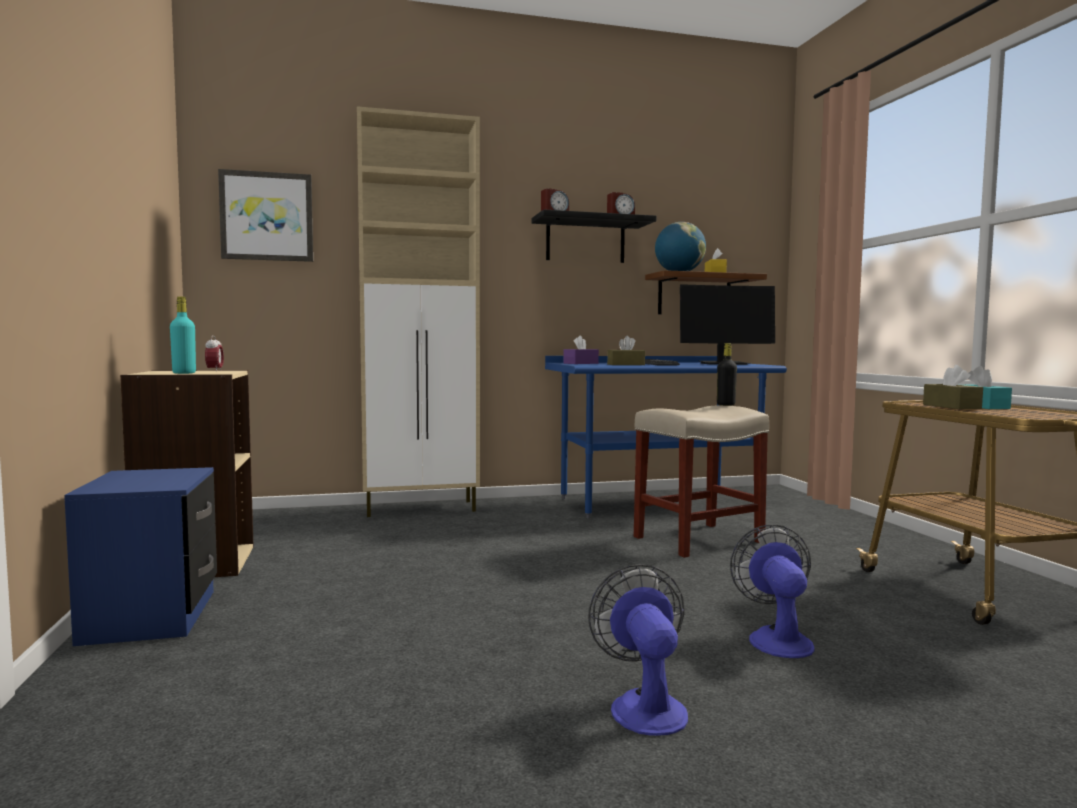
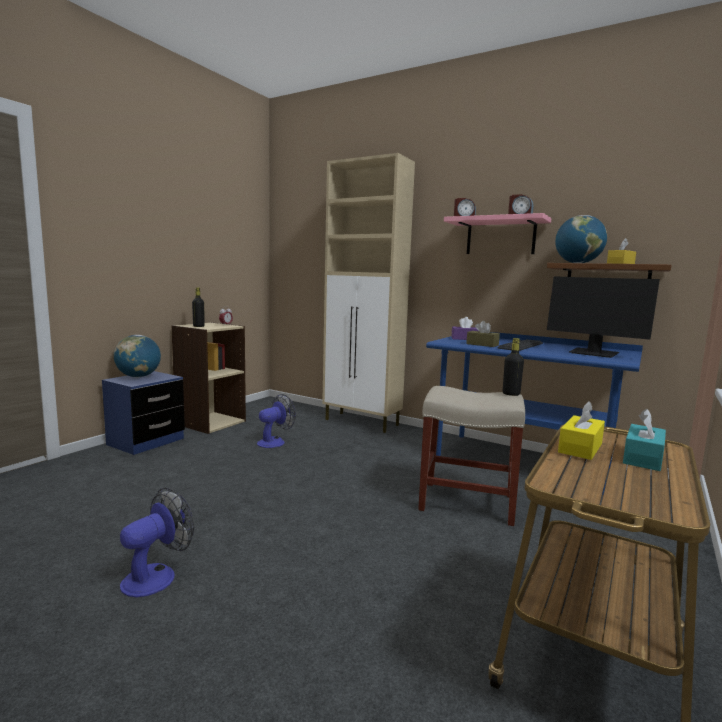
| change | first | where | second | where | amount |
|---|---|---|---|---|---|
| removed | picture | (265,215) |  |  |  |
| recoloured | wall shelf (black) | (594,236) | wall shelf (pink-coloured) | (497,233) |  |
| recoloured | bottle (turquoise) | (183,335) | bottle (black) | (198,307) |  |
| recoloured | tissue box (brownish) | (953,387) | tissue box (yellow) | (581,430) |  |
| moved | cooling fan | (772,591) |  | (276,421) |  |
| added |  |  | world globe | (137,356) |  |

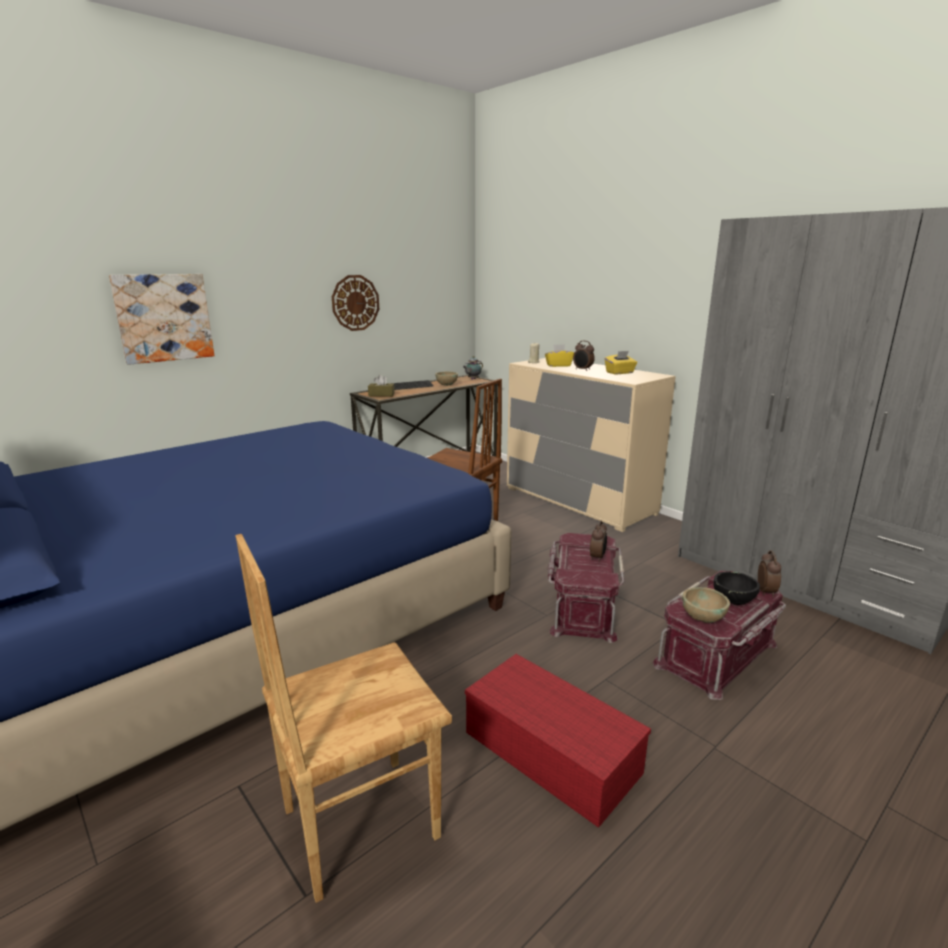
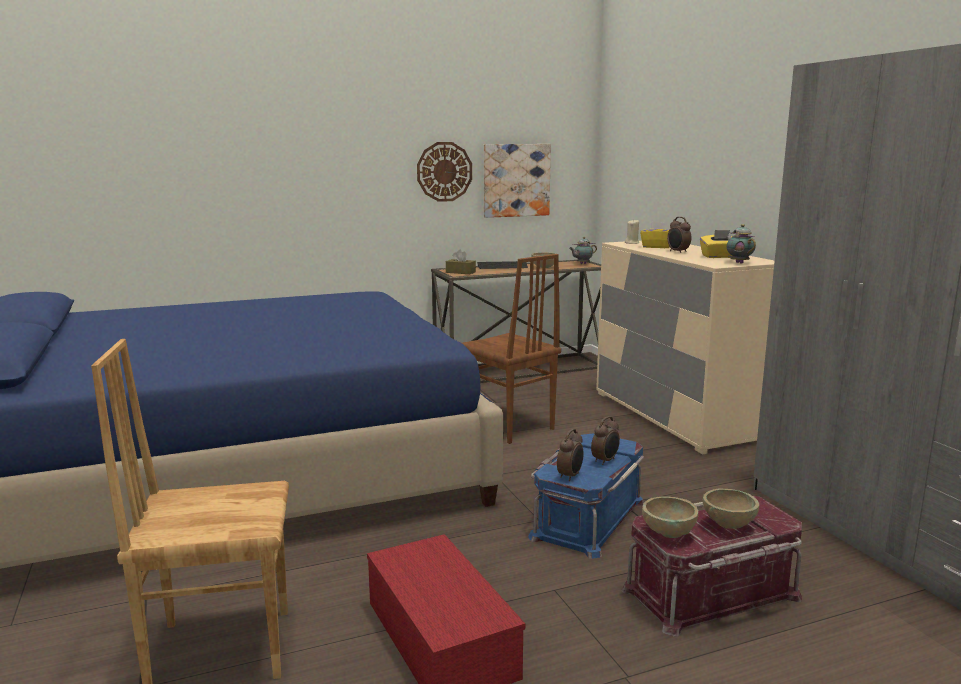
| change | first | where | second | where | amount |
|---|---|---|---|---|---|
| moved | picture | (161,319) |  | (517,181) |  |
| recoloured | storage box (reddish) | (585,588) | storage box (blue-coloured) | (586,496) |  |
| moved | alarm clock | (769,574) |  | (570,455) |  |
| recoloured | deep dish (black) | (737,588) | deep dish (beige) | (731,508) |  |
| added |  |  | teapot | (741,244) |  |

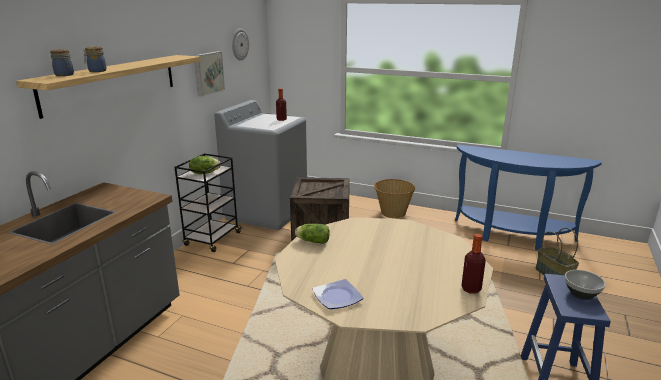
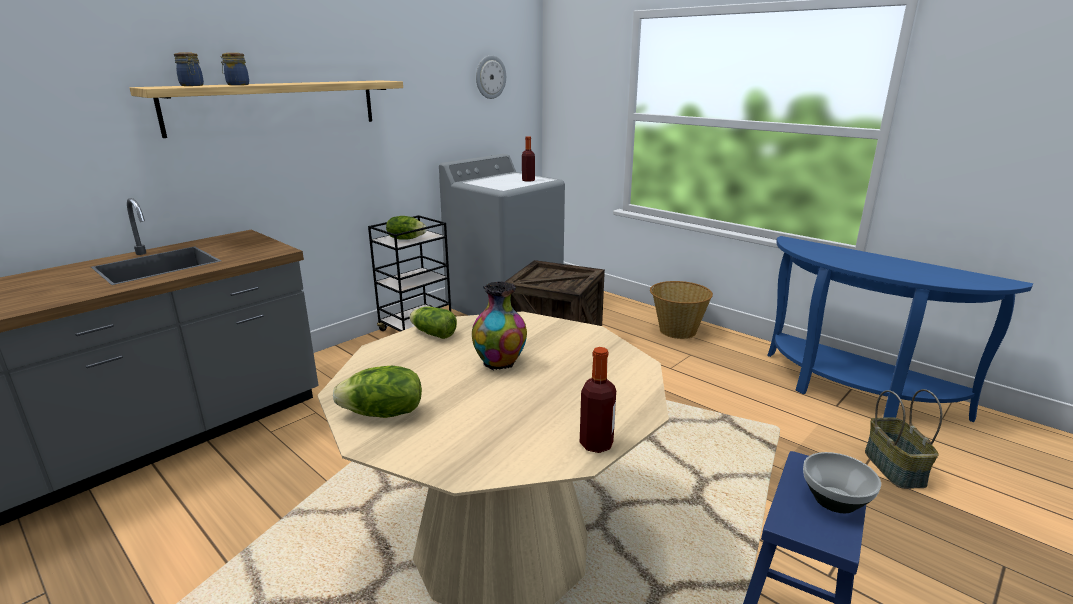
| change | first | where | second | where | amount |
|---|---|---|---|---|---|
| removed | picture | (209,74) |  |  |  |
| replaced | flat dish | (338,294) | lettuce | (377,392) |  |
| added |  |  | decorative vase | (499,325) |  |

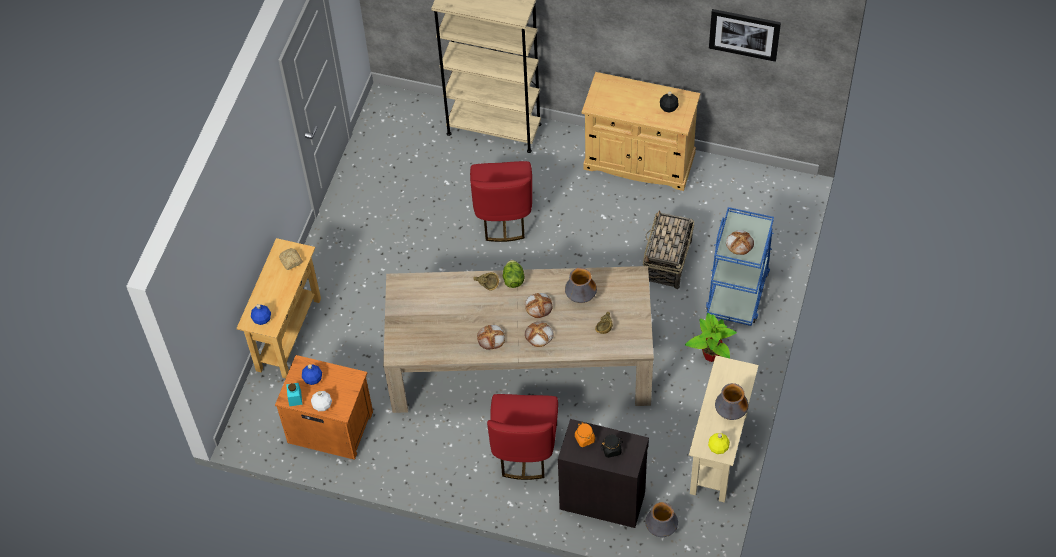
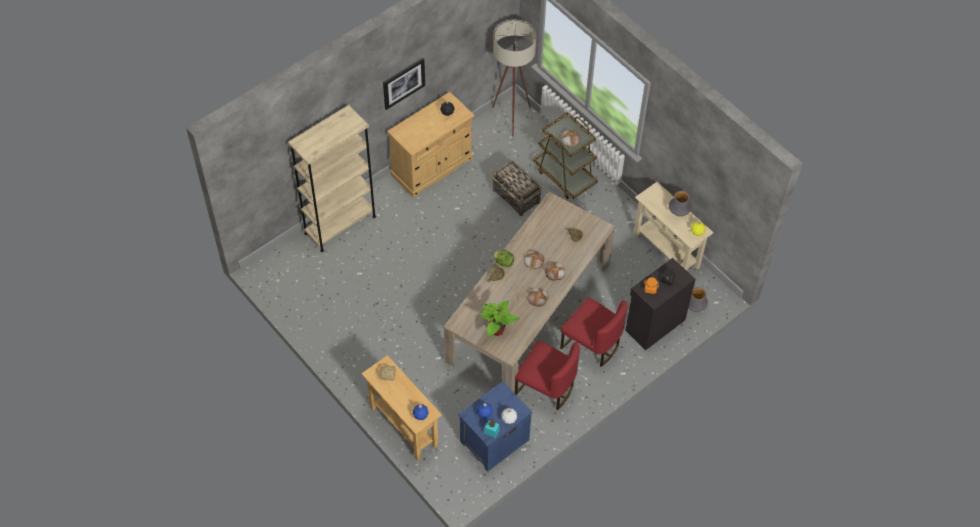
| change | first | where | second | where | amount |
|---|---|---|---|---|---|
| moved | picture | (745,35) |  | (404,84) |  |
| moved | upright chair (reddish) | (501,201) |  | (547,375) |  |
| recoloured | trolley (blue-coloured) | (740,266) | trolley (brownish) | (566,155) |  |
| removed | decorative vase | (581,285) |  |  |  |
| moved | potted plant | (711,337) |  | (499,319) |  |
| recoloured | nightstand (orange) | (324,407) | nightstand (blue-coloured) | (495,426) |  |
| added |  |  | floor lamp (beige) | (514,78) |  |

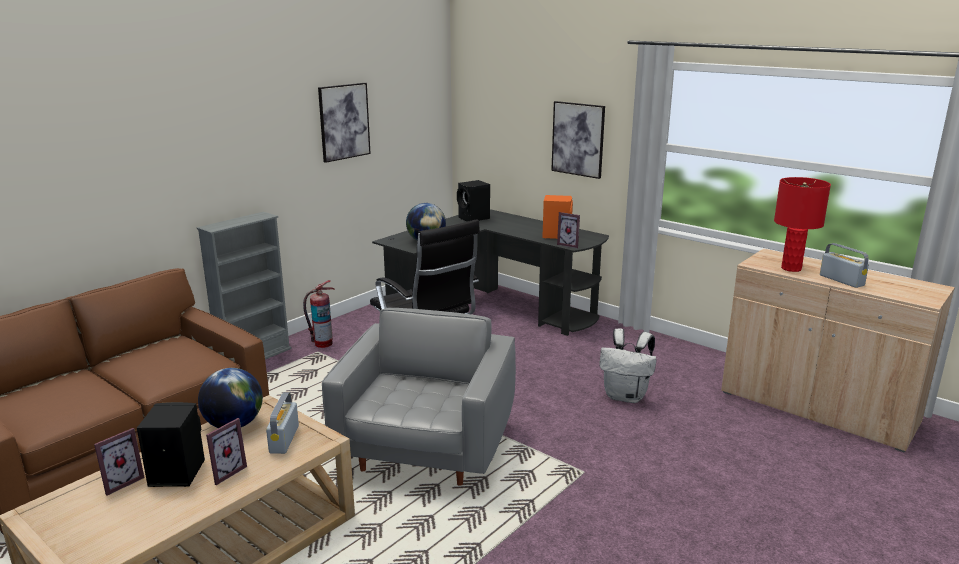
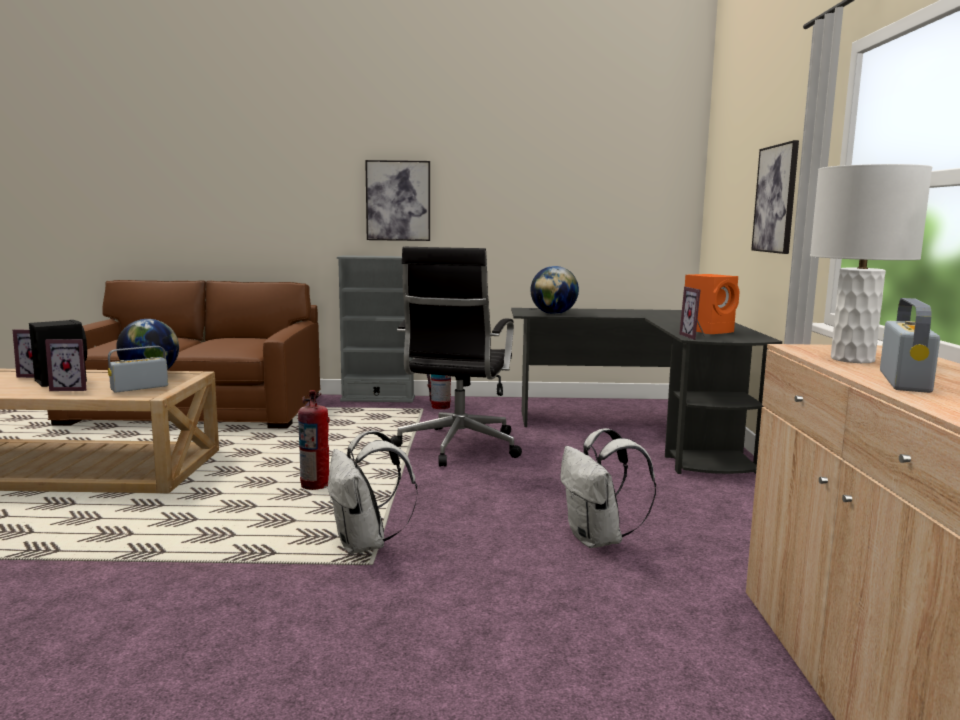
| change | first | where | second | where | amount |
|---|---|---|---|---|---|
| moved | picture | (344,123) |  | (397,200) |  |
| recoloured | tabletop lamp (reddish) | (802,224) | tabletop lamp (white-coloured) | (871,263) |  |
| removed | audio speaker (black) | (473,201) |  |  |  |
| replaced | armchair (grey) | (419,396) | fire-fighting cylinder | (314,440) |  |
| added |  |  | knapsack (white-coloured) | (373,492) |  |

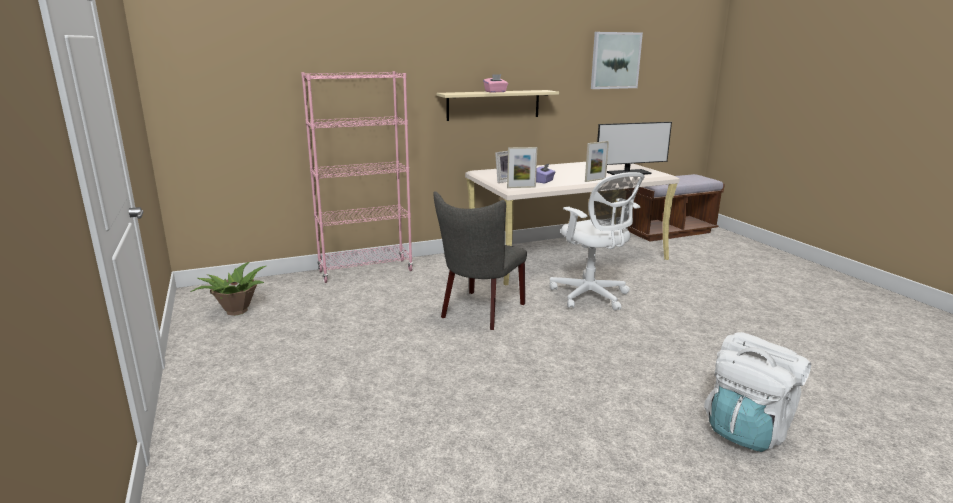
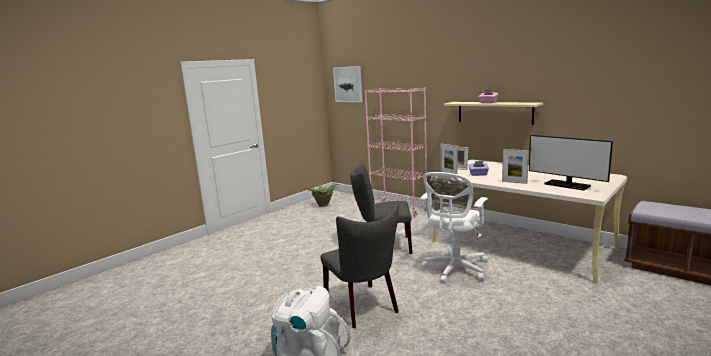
| change | first | where | second | where | amount |
|---|---|---|---|---|---|
| moved | picture | (617,60) |  | (347,84) |  |
| added |  |  | upright chair (grey) | (360,265) |  |

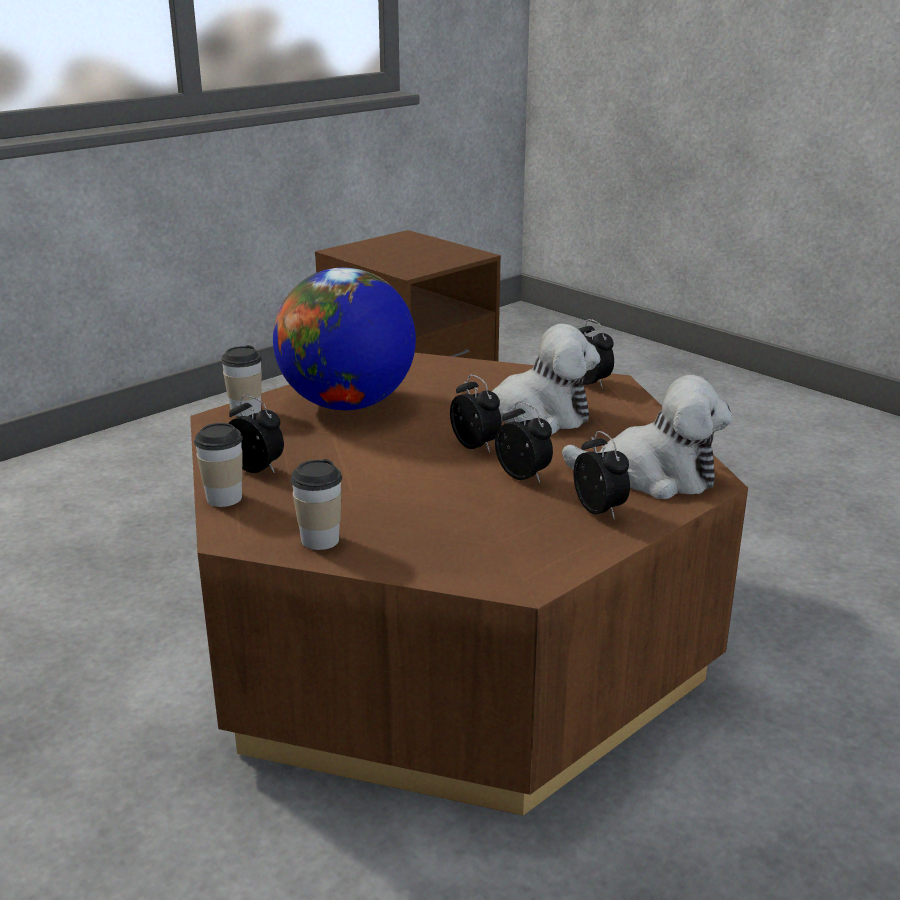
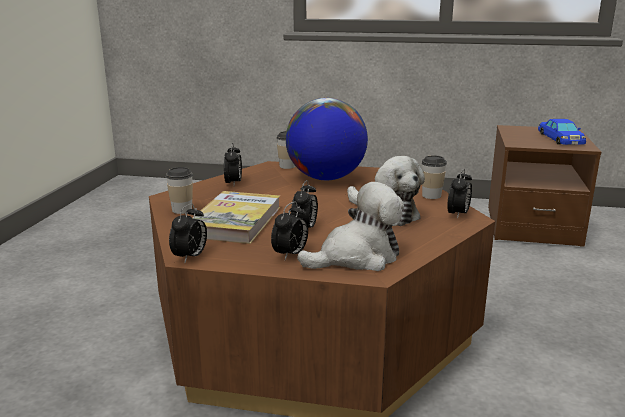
| change | first | where | second | where | amount |
|---|---|---|---|---|---|
| moved | alarm clock | (476,413) |  | (188,232) |  |
| turned | soft toy | (647,437) |  | (350,226) | 90 degrees counterclockwise |
| moved | cup | (218,465) |  | (434,177) |  |
| added |  |  | miniature car (blue-coloured) | (562,132) |  |
| added |  |  | bound book | (236,217) |  |

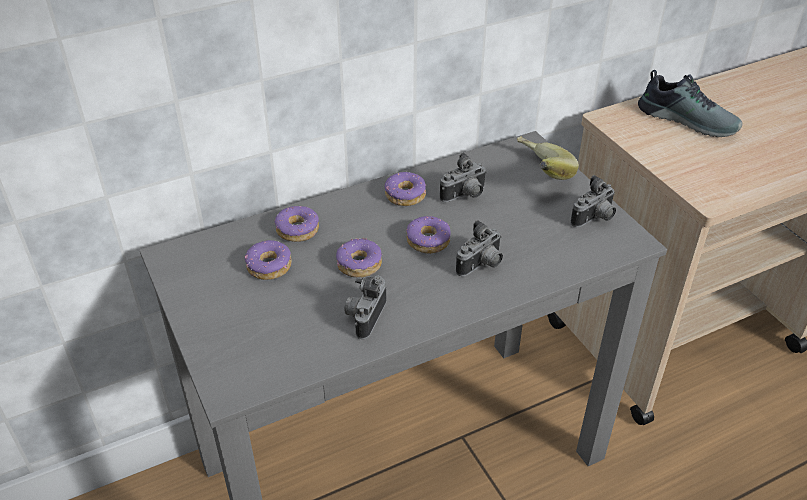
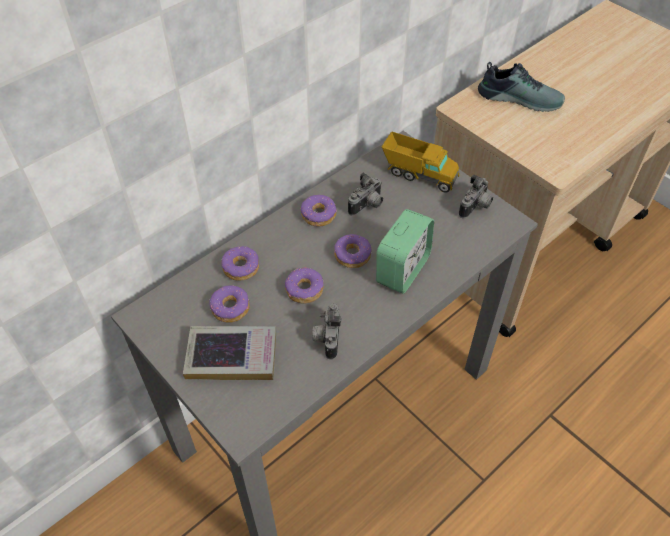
| change | first | where | second | where | amount |
|---|---|---|---|---|---|
| replaced | banana | (548,158) | model truck | (420,162) |  |
| replaced | still camera | (479,248) | alarm clock | (405,251) |  |
| added |  |  | bound book | (230,353) |  |

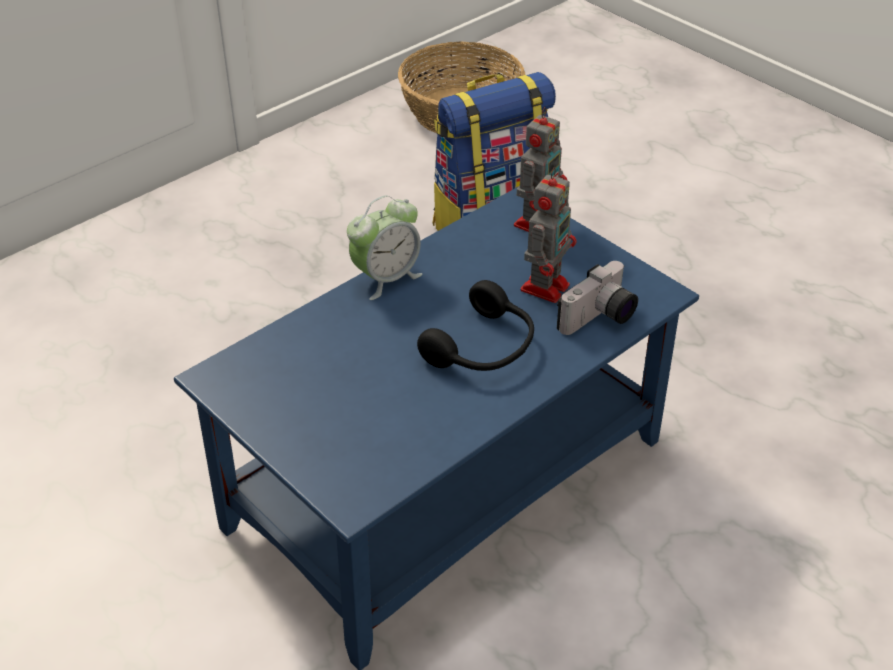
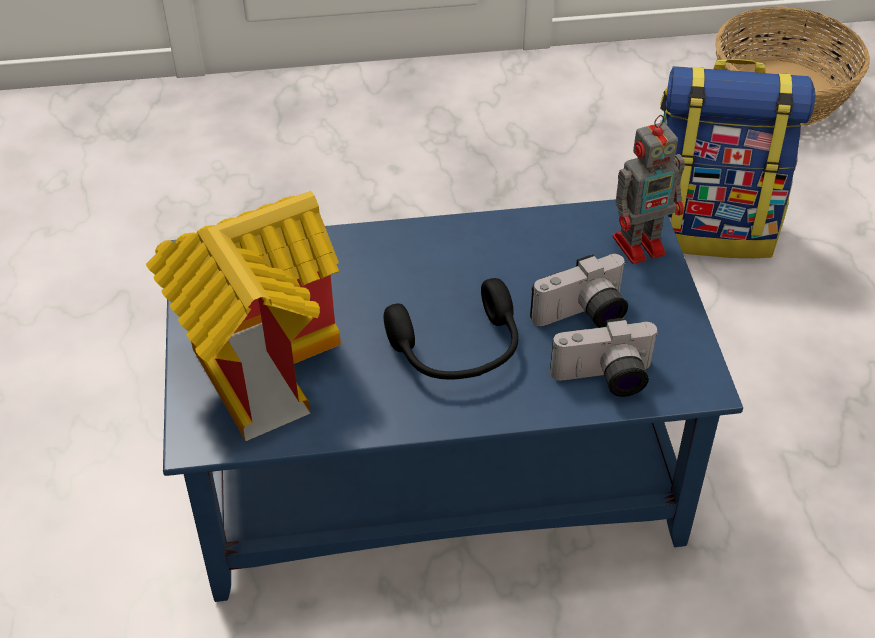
| change | first | where | second | where | amount |
|---|---|---|---|---|---|
| replaced | model robot | (549,235) | still camera | (579,291) |  |
| removed | alarm clock | (384,247) |  |  |  |
| added |  |  | toy house | (243,316) |  |

